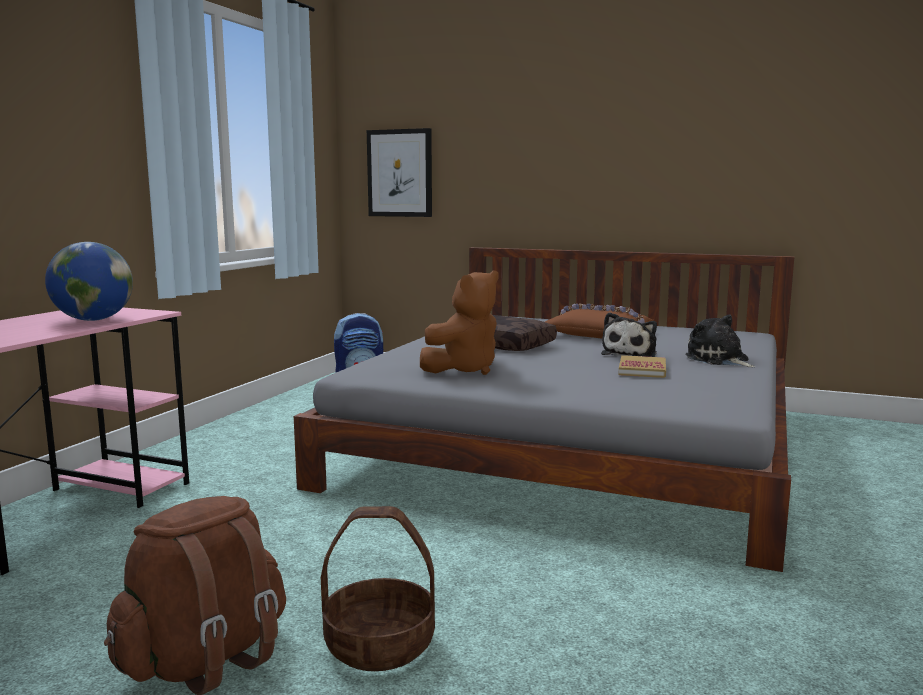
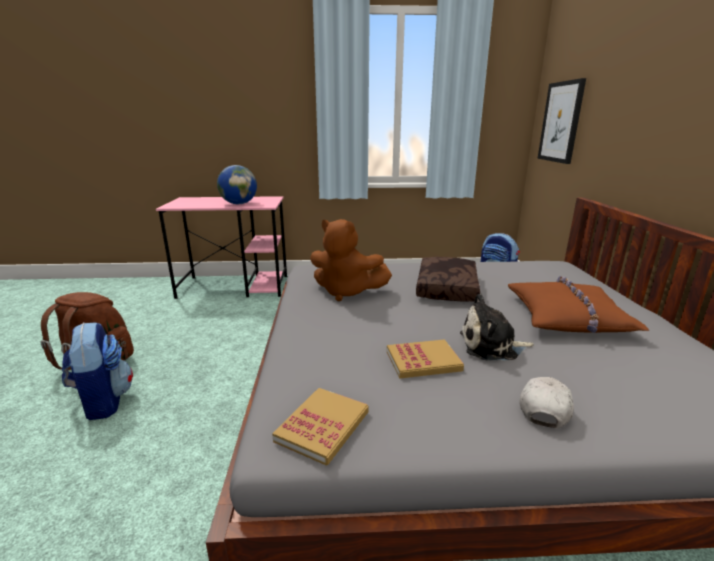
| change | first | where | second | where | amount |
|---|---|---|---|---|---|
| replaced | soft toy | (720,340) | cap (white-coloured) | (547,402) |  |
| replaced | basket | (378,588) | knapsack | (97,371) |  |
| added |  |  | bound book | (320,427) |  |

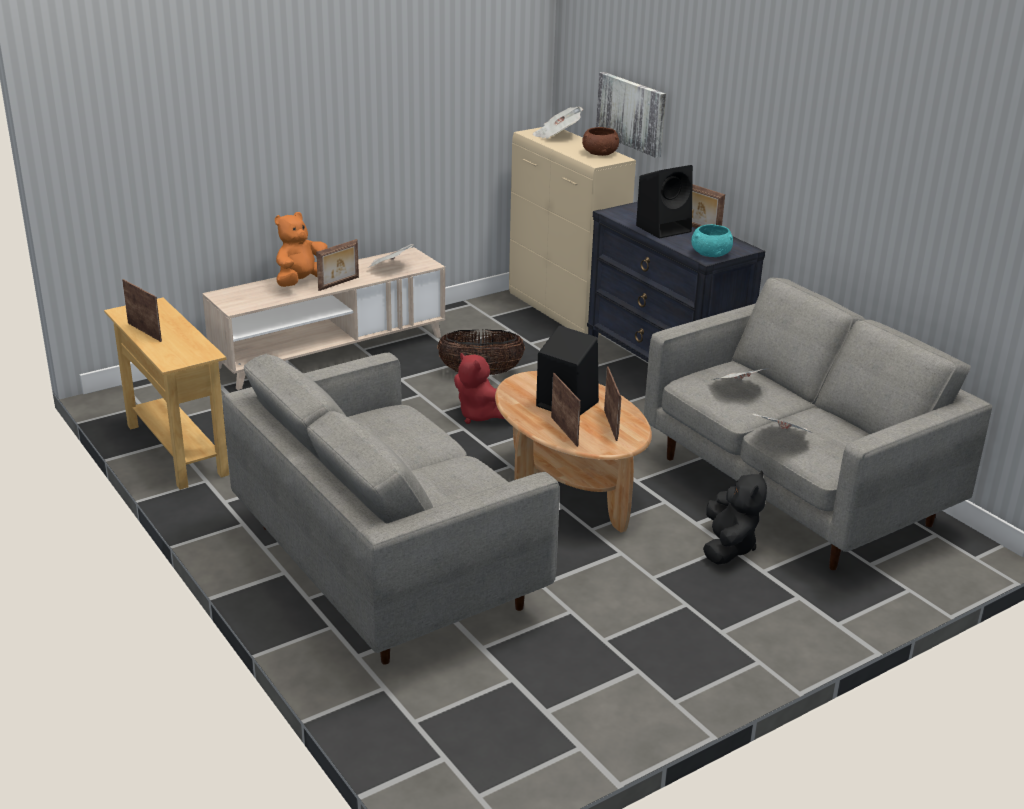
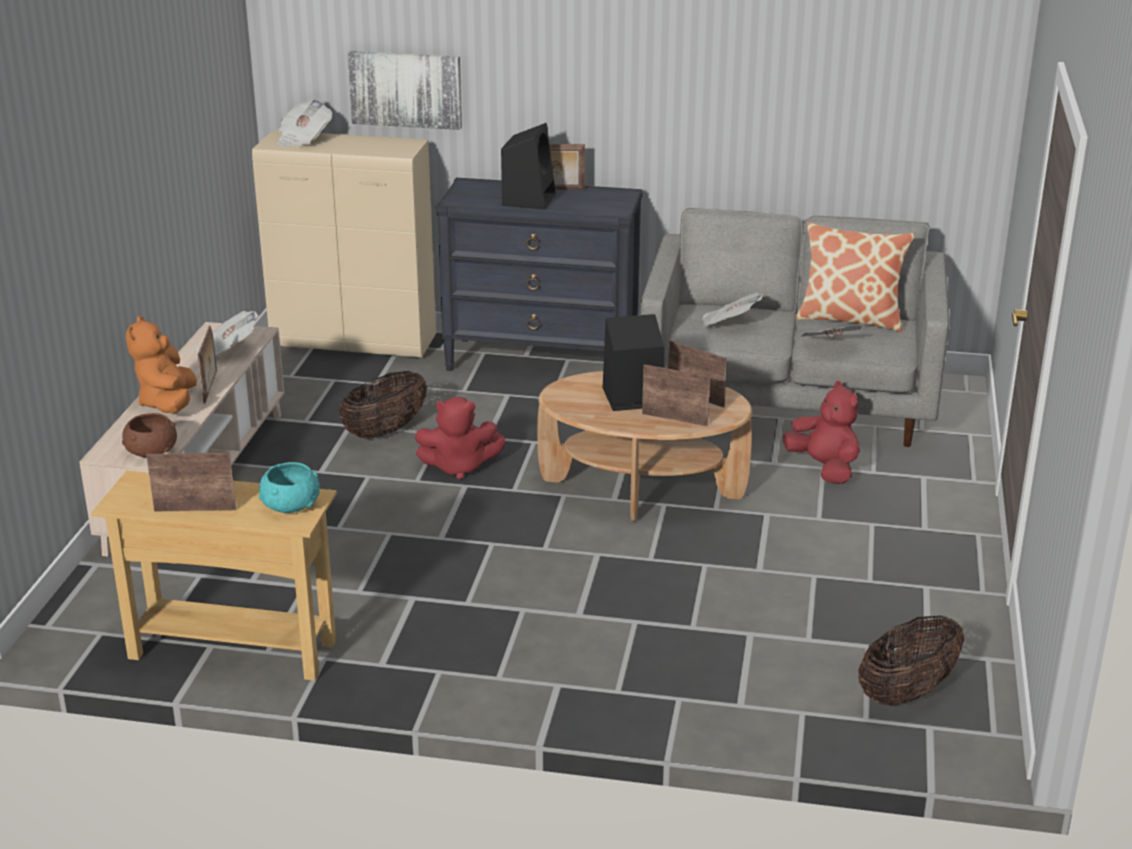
| change | first | where | second | where | amount |
|---|---|---|---|---|---|
| moved | deep dish (brownish) | (600,141) |  | (149,435) |  |
| moved | deep dish (turquoise) | (712,240) |  | (289,487) |  |
| removed | sofa (grey) | (391,508) |  |  |  |
| recoloured | soft toy (black) | (735,517) | soft toy (reddish) | (821,432) |  |
| added |  |  | cushion | (855,277) |  |
| added |  |  | basket | (911,660) |  |

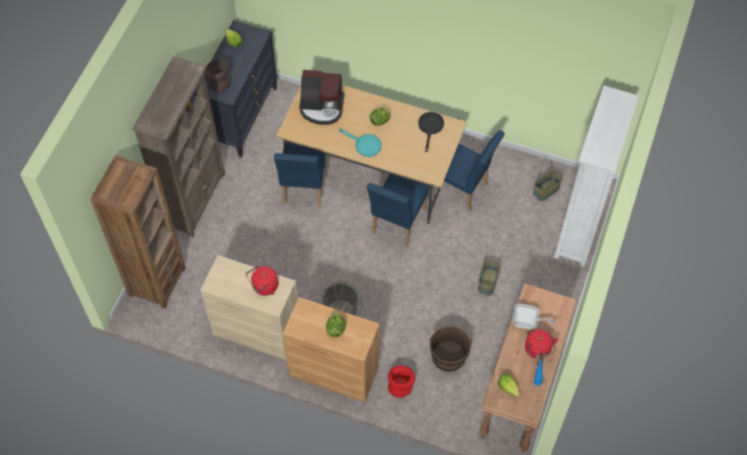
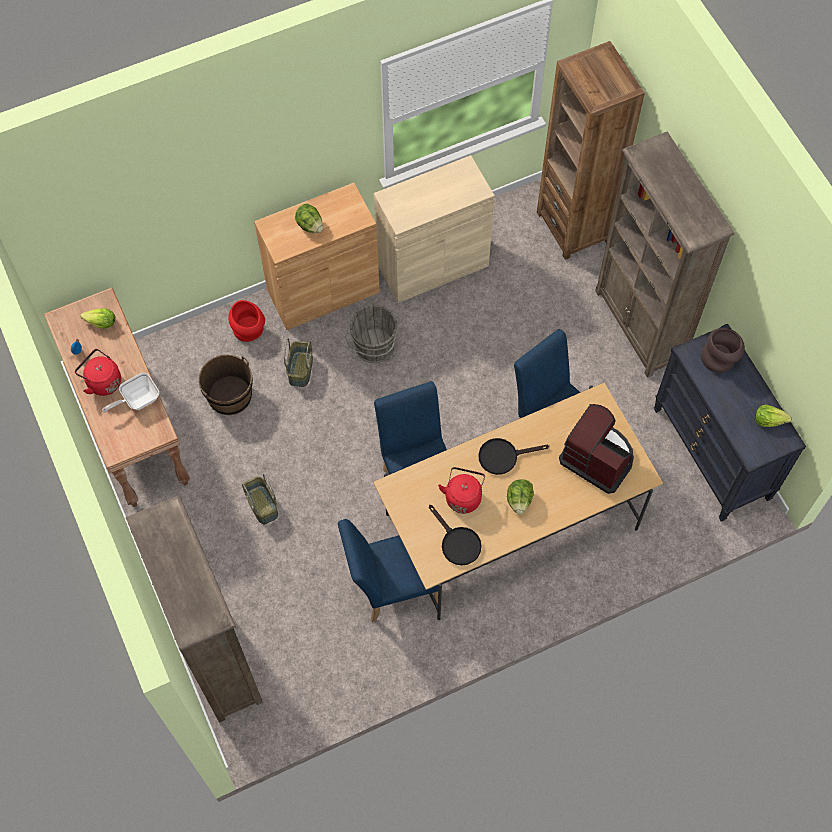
| change | first | where | second | where | amount |
|---|---|---|---|---|---|
| turned | coffee maker | (321,97) |  | (596,449) | 75 degrees clockwise |
| recoloured | bookshelf (white-coloured) | (596,176) | bookshelf (brownish) | (194,609) |  |
| recoloured | pan (turquoise) | (360,143) | pan (black) | (513,456) |  |
| moved | basket | (548,182) |  | (298,362) |  |
| moved | kettle (reddish) | (262,281) |  | (461,490) |  |

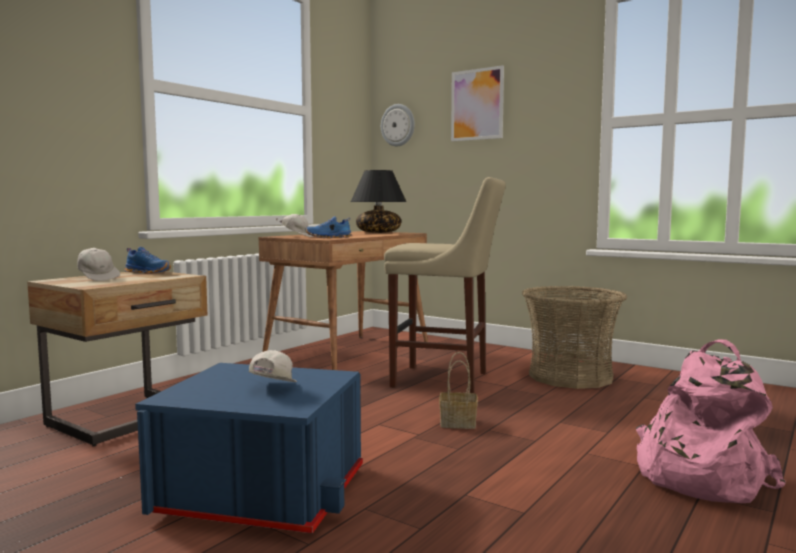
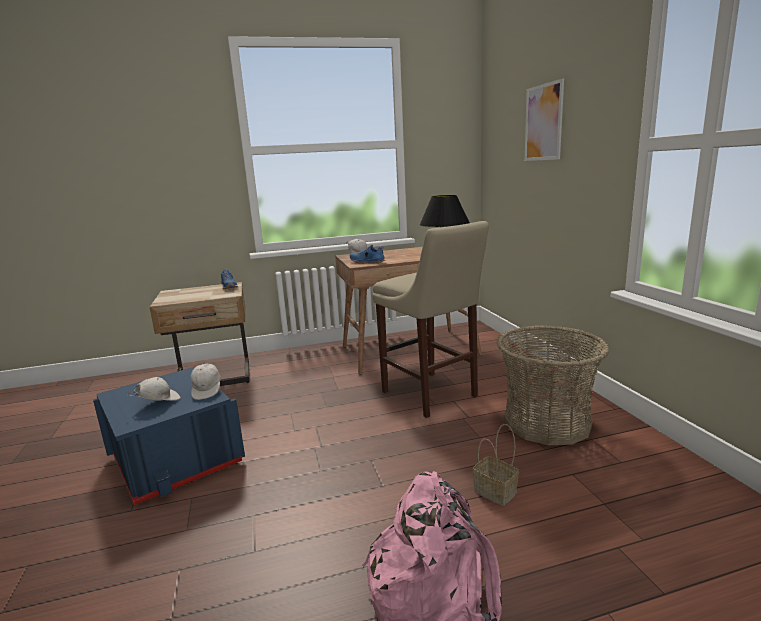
| change | first | where | second | where | amount |
|---|---|---|---|---|---|
| removed | clock on the wall | (398,125) |  |  |  |
| moved | cap (white-coloured) | (98,264) |  | (205,381) |  |
| moved | basket | (458,390) |  | (496,465) |  |

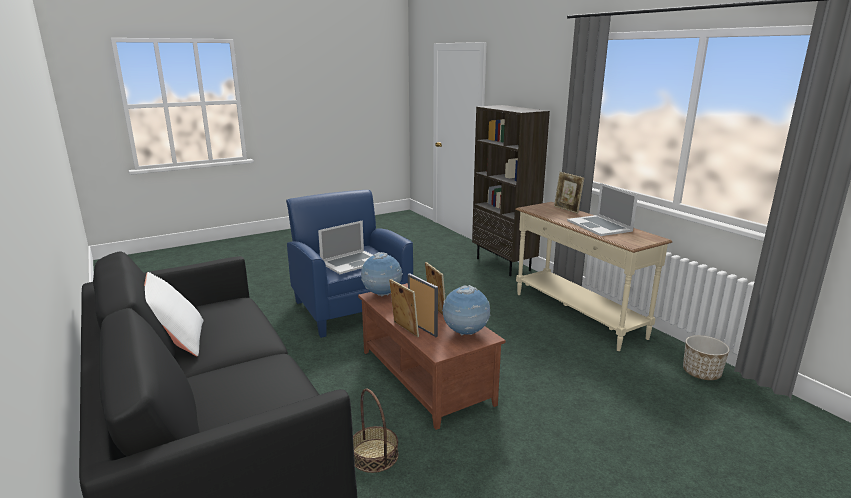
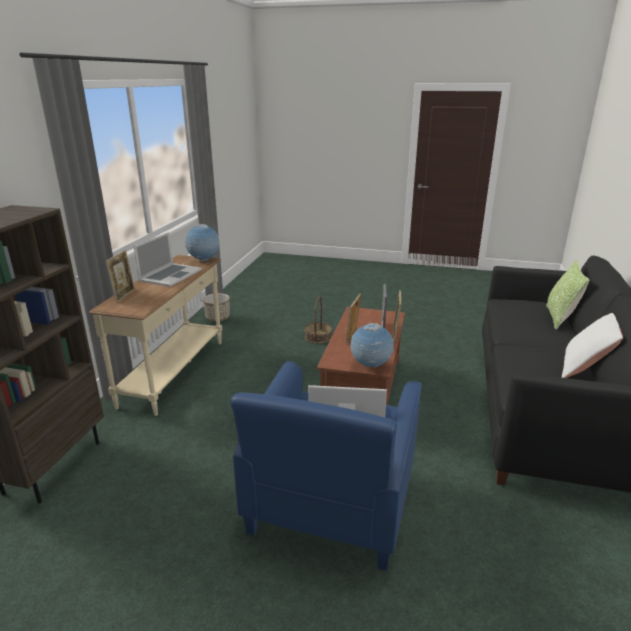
| change | first | where | second | where | amount |
|---|---|---|---|---|---|
| moved | world globe | (466,310) |  | (202,242) |  |
| moved | basket | (376,430) |  | (318,319) |  |
| added |  |  | cushion | (568,295) |  |

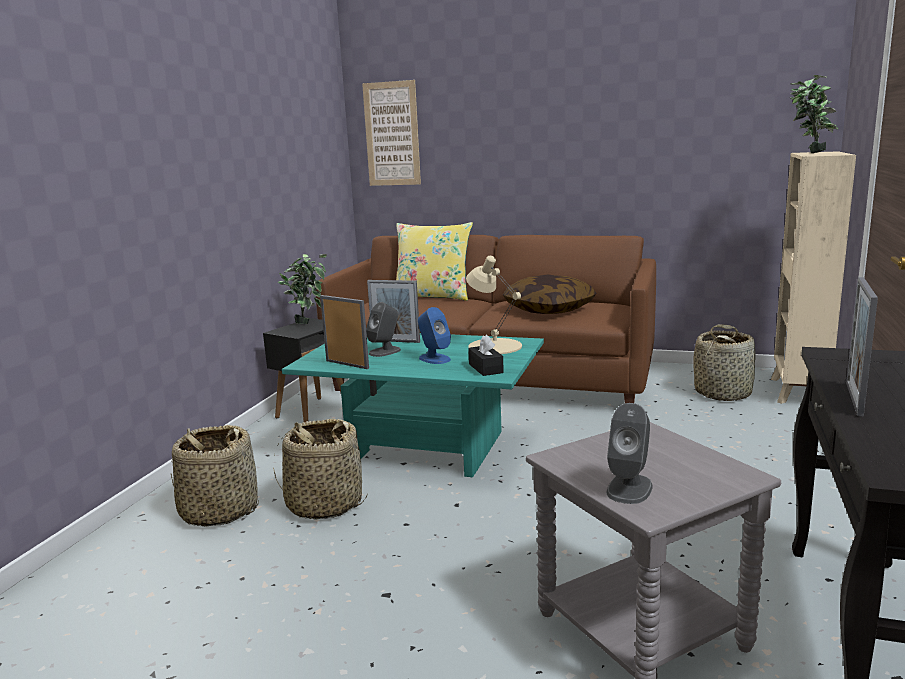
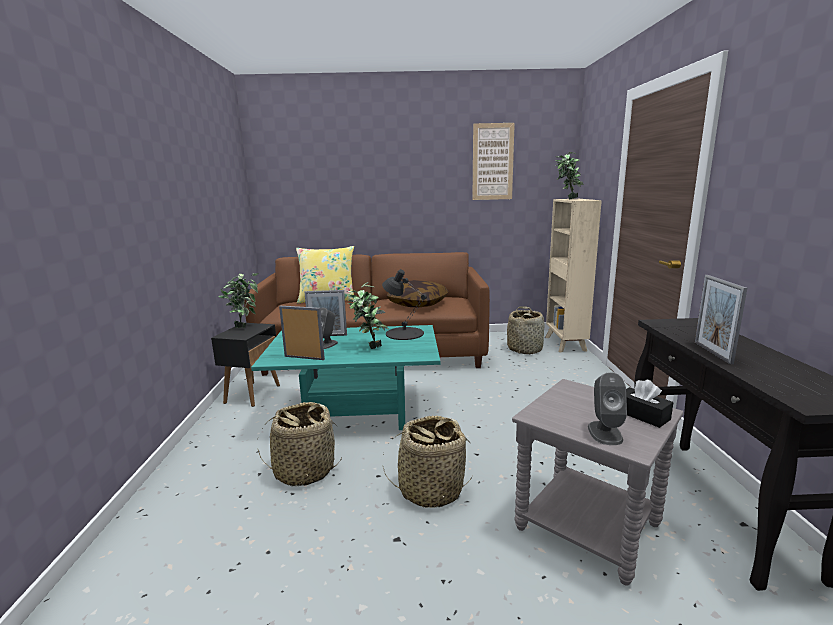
| change | first | where | second | where | amount |
|---|---|---|---|---|---|
| moved | picture | (391,133) |  | (493,161) |  |
| recoloured | tabletop lamp (beige) | (494,305) | tabletop lamp (black) | (404,304) |  |
| replaced | audio speaker (blue-coloured) | (434,335) | potted plant | (368,315) |  |
| moved | tissue box (black) | (486,355) |  | (649,403) |  |
| moved | basket | (215,476) |  | (427,462) |  |

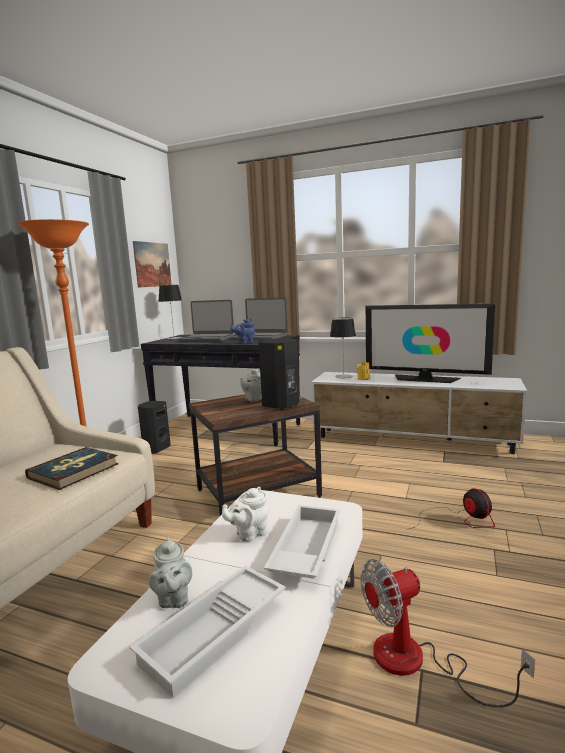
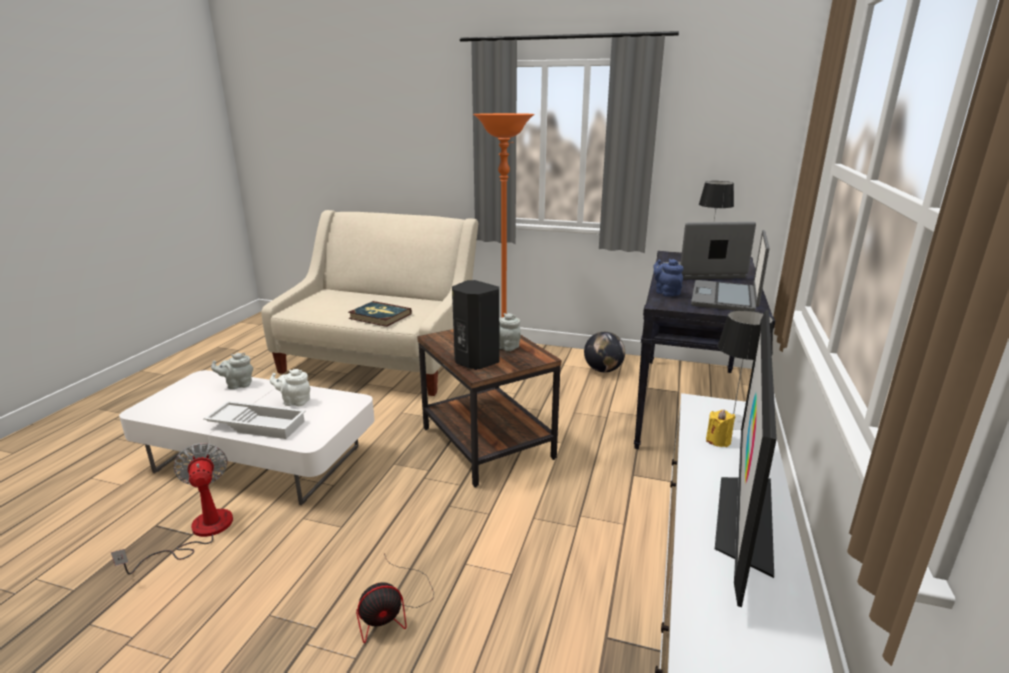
| change | first | where | second | where | amount |
|---|---|---|---|---|---|
| removed | picture | (152,264) |  |  |  |
| turned | laptop | (206,321) |  | (709,250) | 75 degrees clockwise |
| replaced | audio speaker (black) | (154,427) | world globe | (604,352) |  |
| turned | teapot (white-coloured) | (245,514) |  | (290,387) | 45 degrees counterclockwise |
| removed | serving tray (white-coloured) | (208,632) |  |  |  |

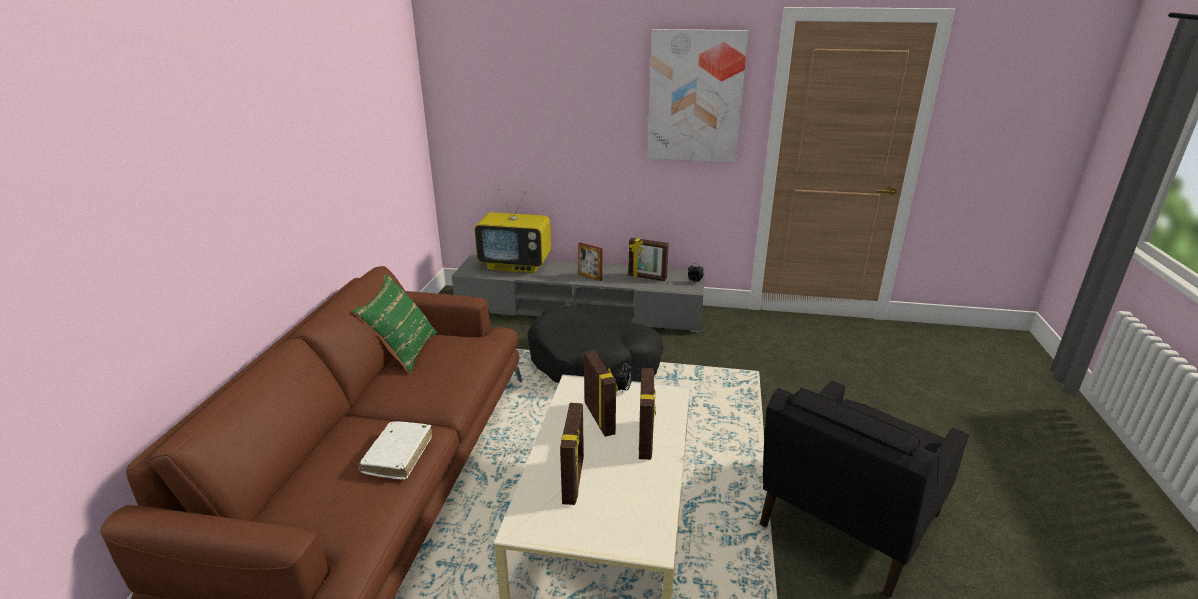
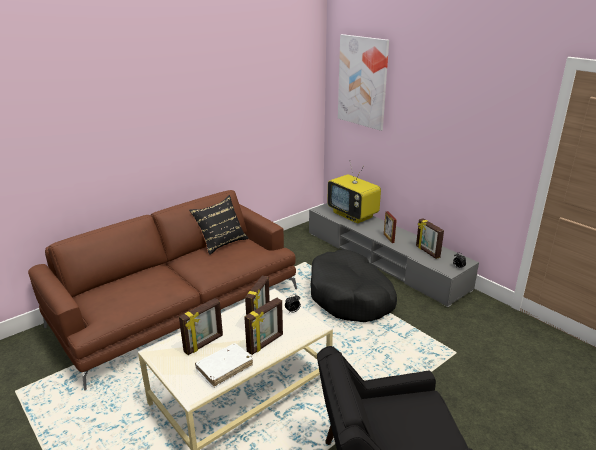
| change | first | where | second | where | amount |
|---|---|---|---|---|---|
| moved | picture | (698,96) |  | (363,82) |  |
| recoloured | cushion (green-coloured) | (395,323) | cushion (black) | (219,225) |  |
| moved | bound book (white-coloured) | (395,450) |  | (224,365) |  |

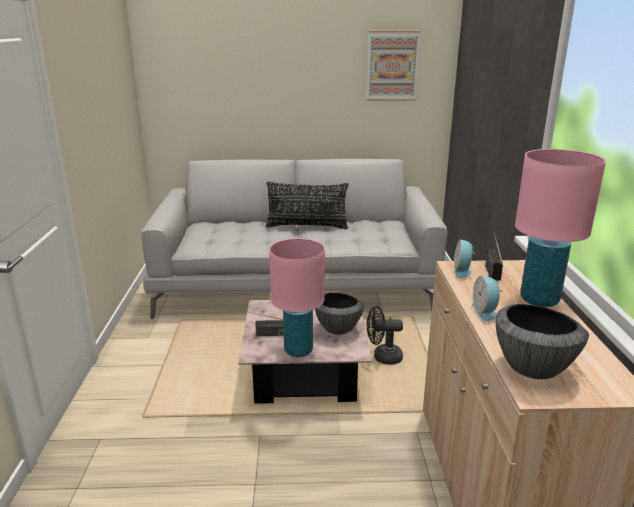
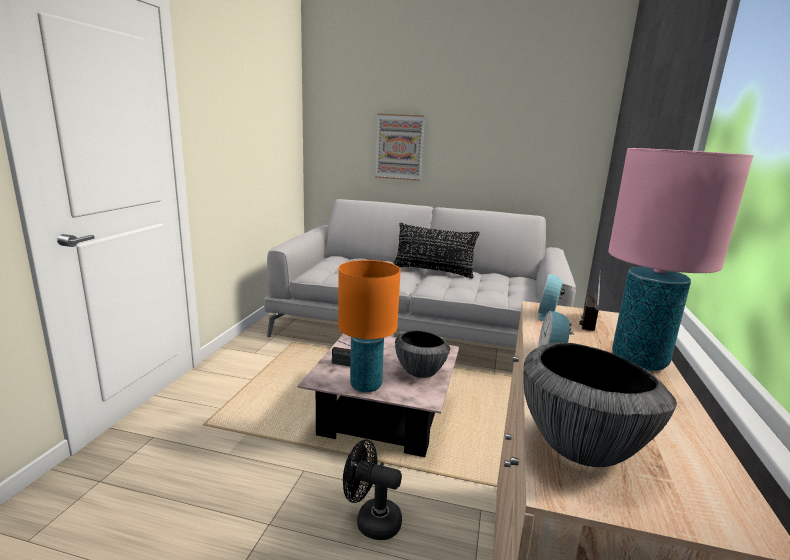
| change | first | where | second | where | amount |
|---|---|---|---|---|---|
| moved | picture | (393,66) |  | (400,147) |  |
| recoloured | tabletop lamp (pink-coloured) | (297,297) | tabletop lamp (orange) | (369,326) |  |
| moved | cooling fan (black) | (385,335) |  | (372,489) |  |

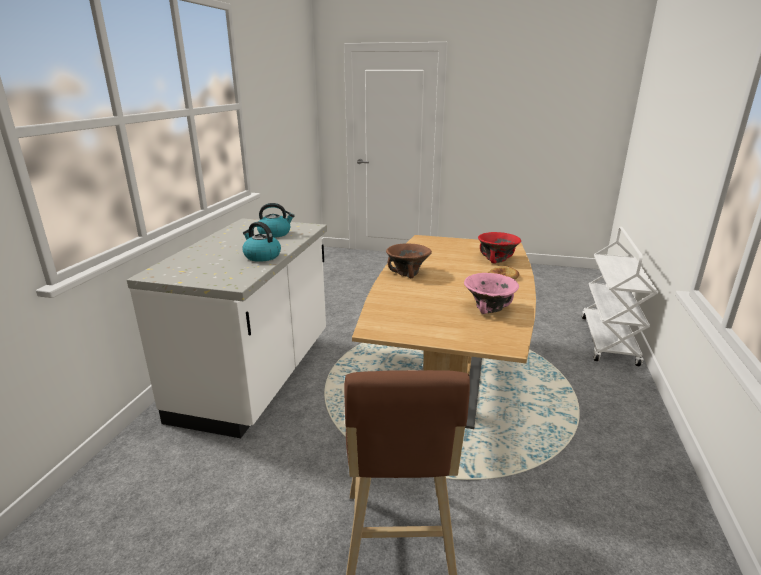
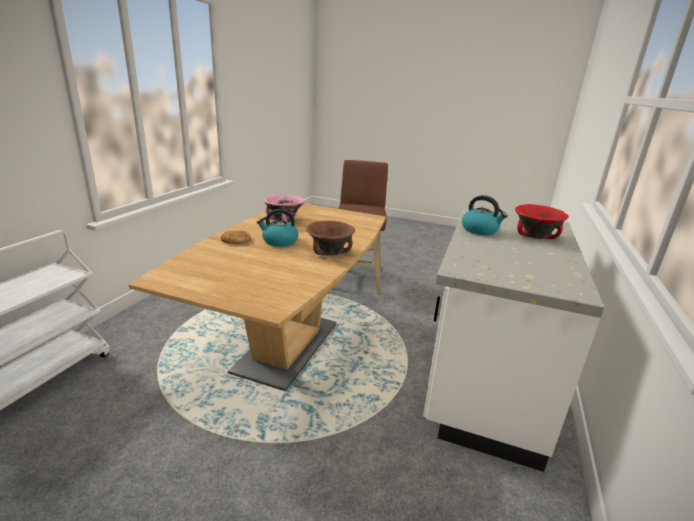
| change | first | where | second | where | amount |
|---|---|---|---|---|---|
| moved | kettle | (276,220) |  | (277,228) |  |
| moved | deep dish (reddish) | (499,248) |  | (542,221) |  |

